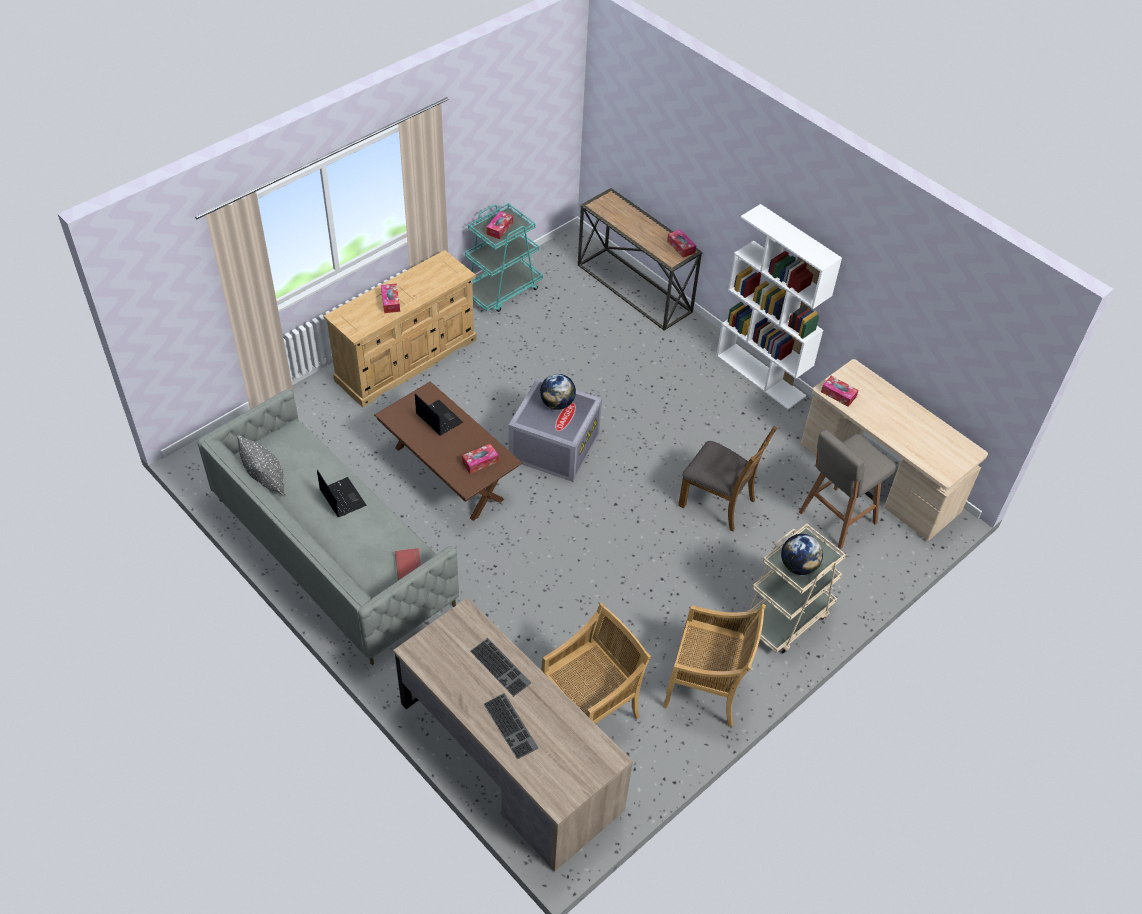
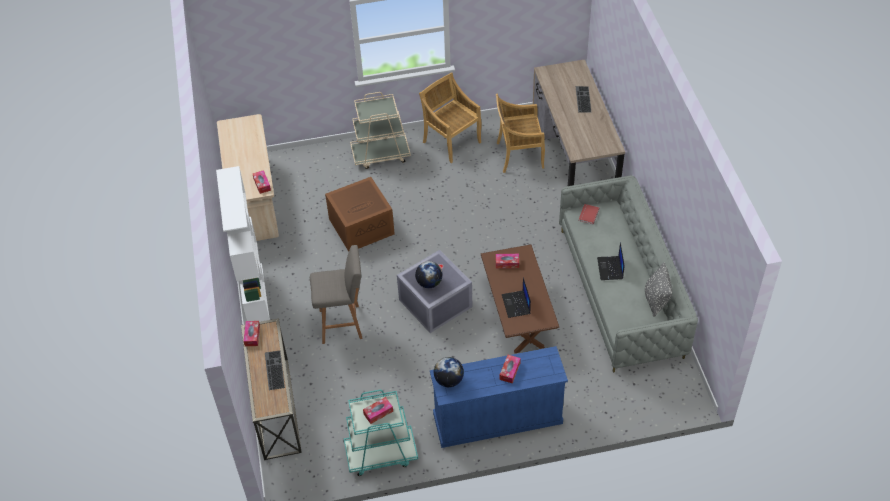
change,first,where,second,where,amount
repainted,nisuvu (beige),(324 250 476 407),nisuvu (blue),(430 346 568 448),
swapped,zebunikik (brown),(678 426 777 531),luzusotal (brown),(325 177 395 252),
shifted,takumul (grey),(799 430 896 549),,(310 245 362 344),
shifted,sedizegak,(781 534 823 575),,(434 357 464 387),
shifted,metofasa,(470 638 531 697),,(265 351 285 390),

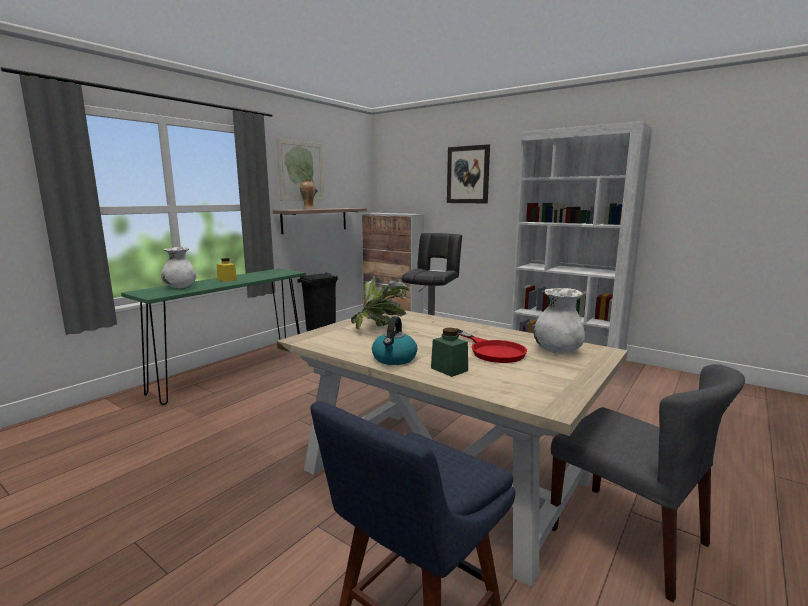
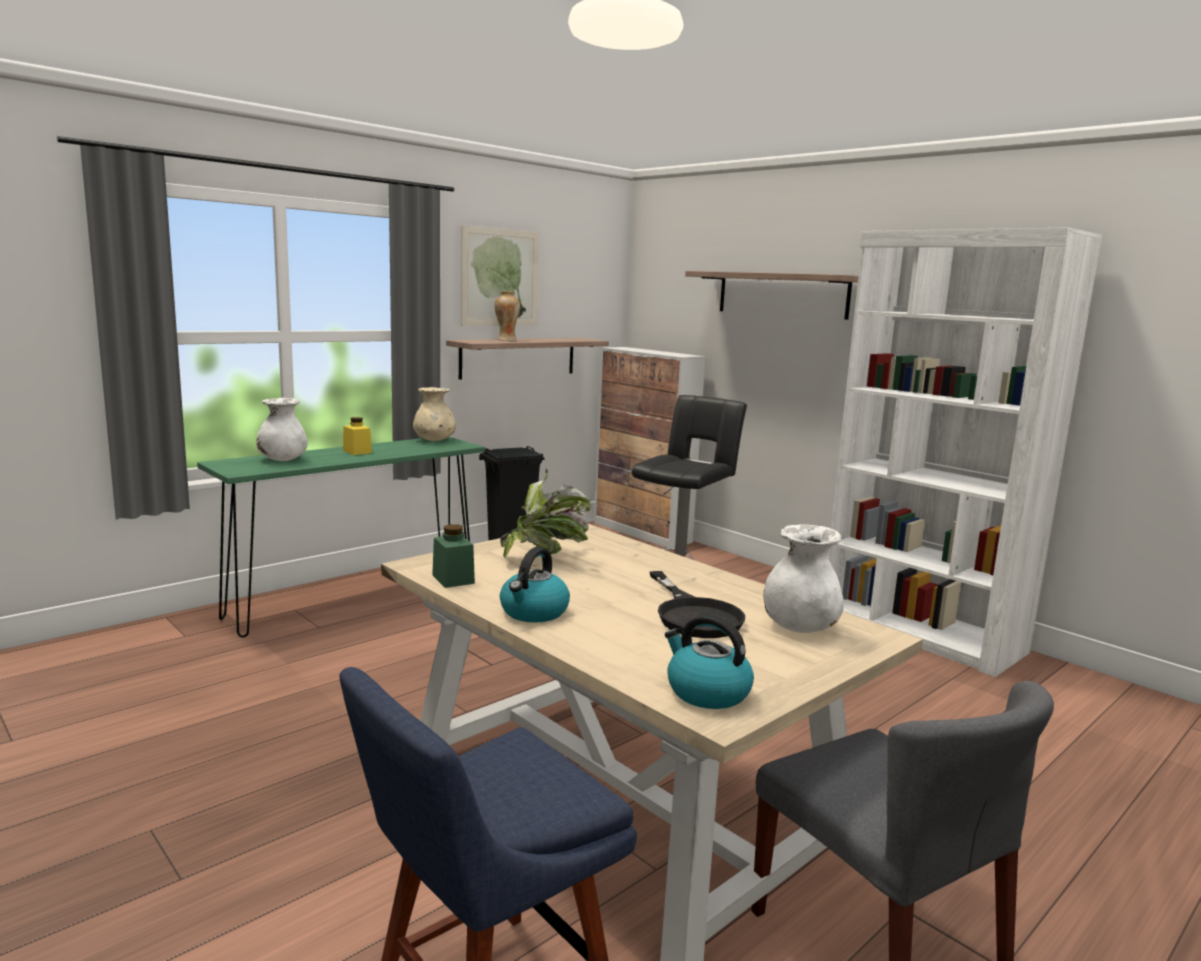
change,first,where,second,where,amount
swapped,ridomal,(447 144 490 203),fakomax,(685 271 859 320),
shifted,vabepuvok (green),(431 328 468 377),,(432 524 475 588),
repainted,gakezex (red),(456 328 527 363),gakezex (black),(650 571 745 638),
new,,,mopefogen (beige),(413 387 456 441),
new,,,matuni,(665 614 754 709),

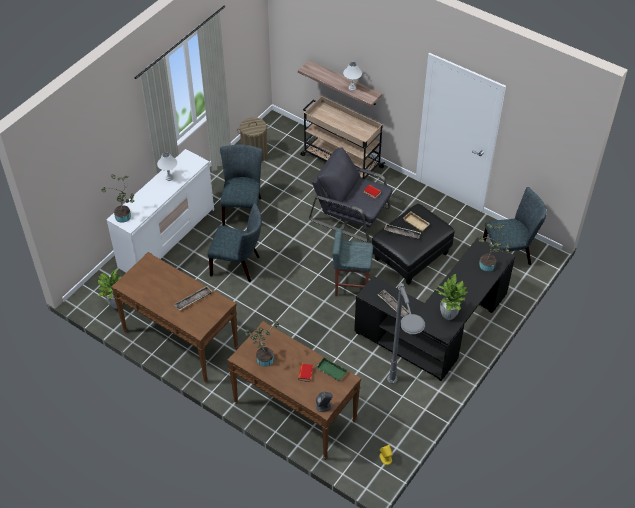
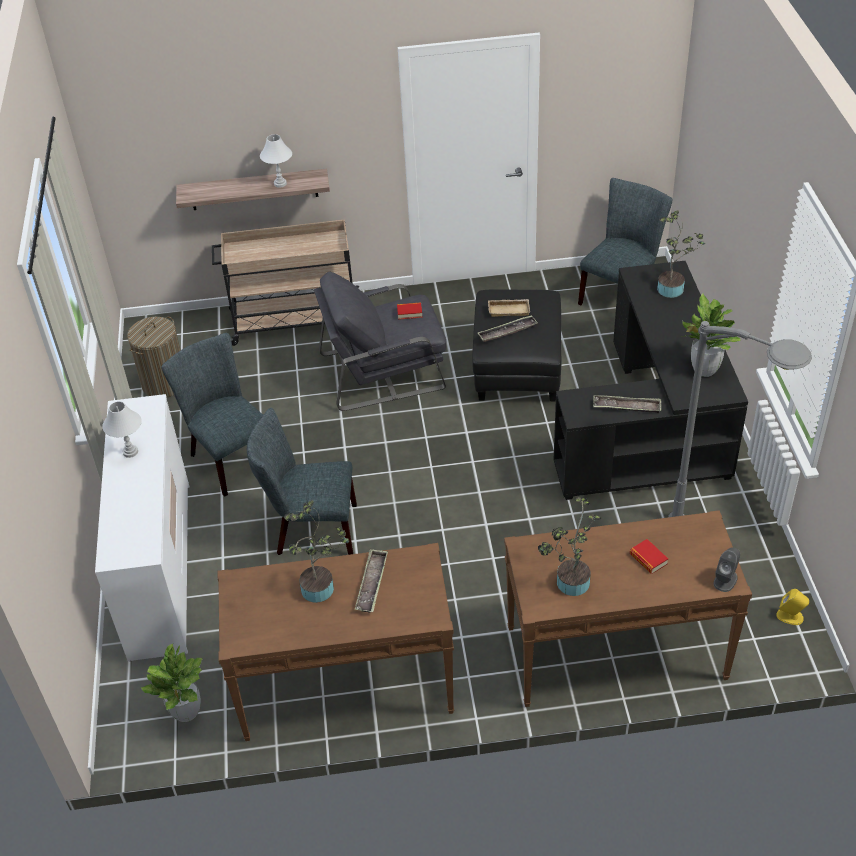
change,first,where,second,where,amount
shifted,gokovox,(101 174 134 223),,(284 500 349 603),
rotated,zebunikik (grey),(207 203 262 282),,(247 408 357 555),150 degrees counterclockwise
gone,takumul (grey),(332 228 373 296),,,
gone,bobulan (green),(316 357 348 381),,,

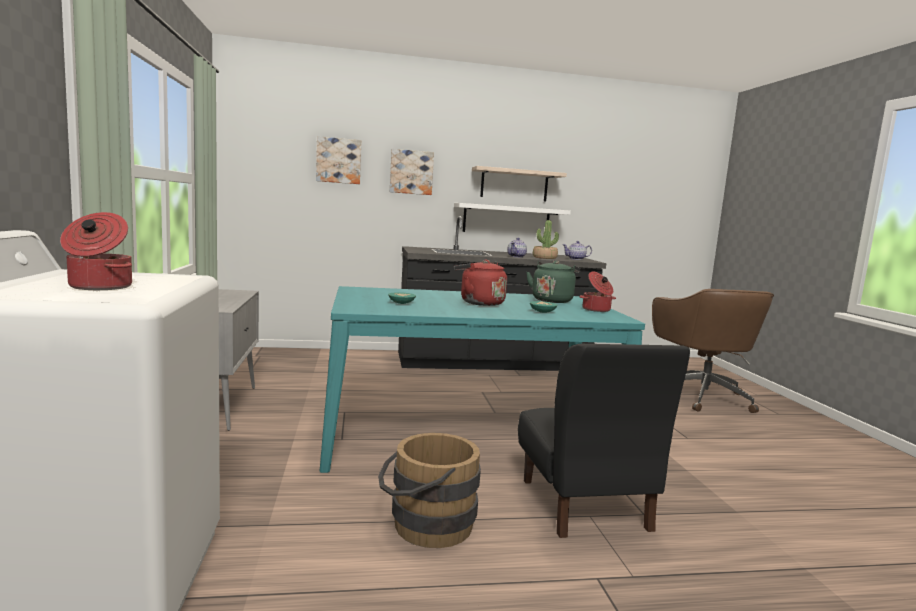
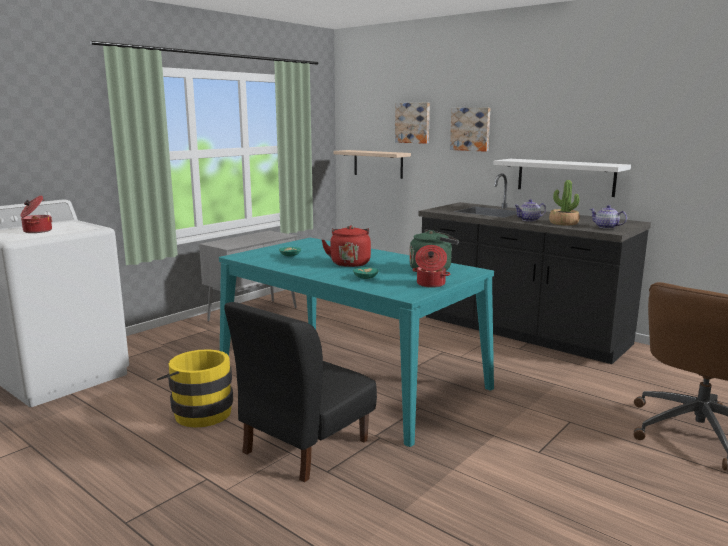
change,first,where,second,where,amount
shifted,fakomax,(472 166 567 201),,(333 150 411 179),
repainted,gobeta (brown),(378 433 481 548),gobeta (yellow),(157 349 233 428),

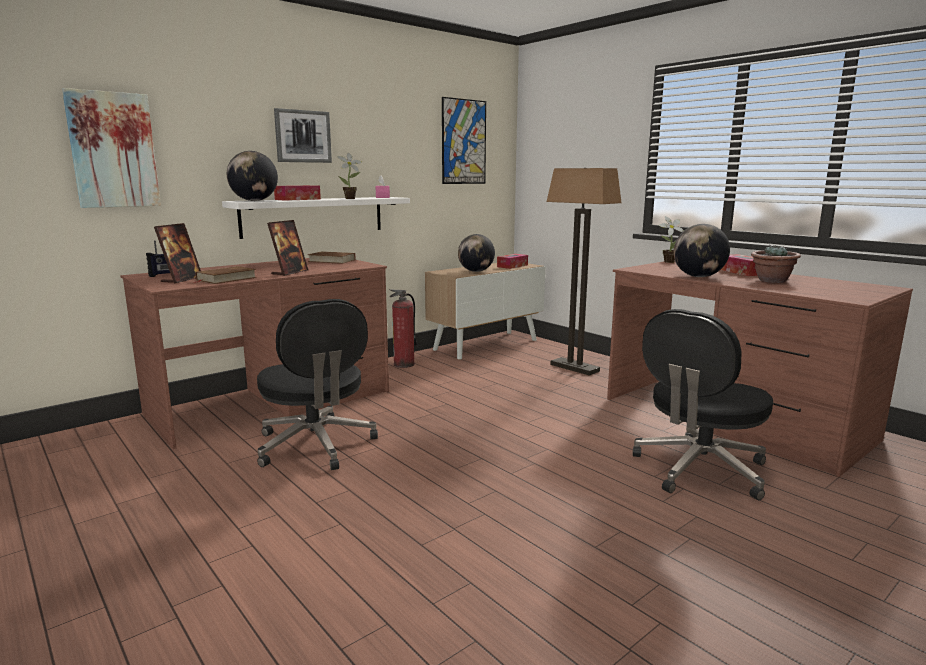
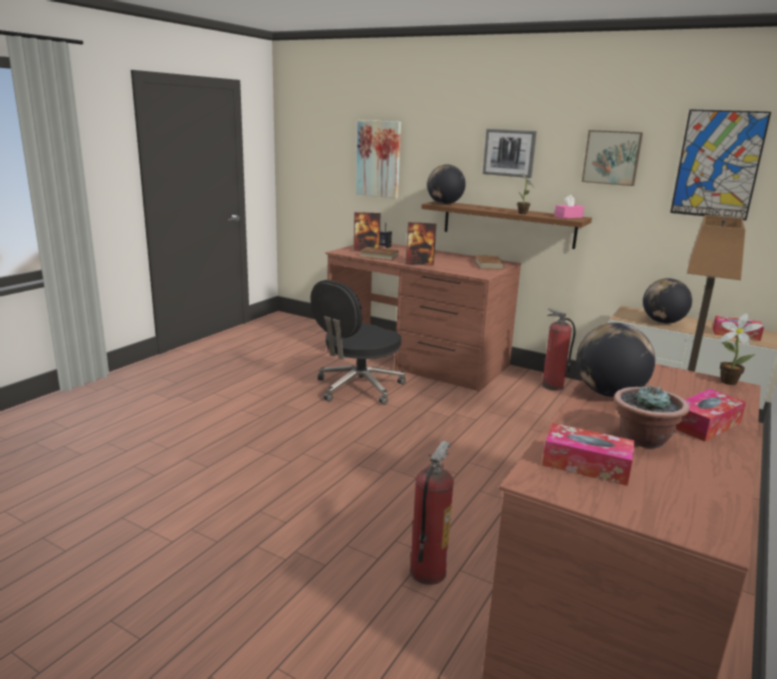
change,first,where,second,where,amount
shifted,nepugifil,(274 185 321 201),,(542 423 635 486),
repainted,fakomax (white),(222 197 410 239),fakomax (brown),(421 201 592 249),
swapped,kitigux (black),(632 309 773 500),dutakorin,(410 441 454 585),
new,,,ridomal,(582 130 643 186),

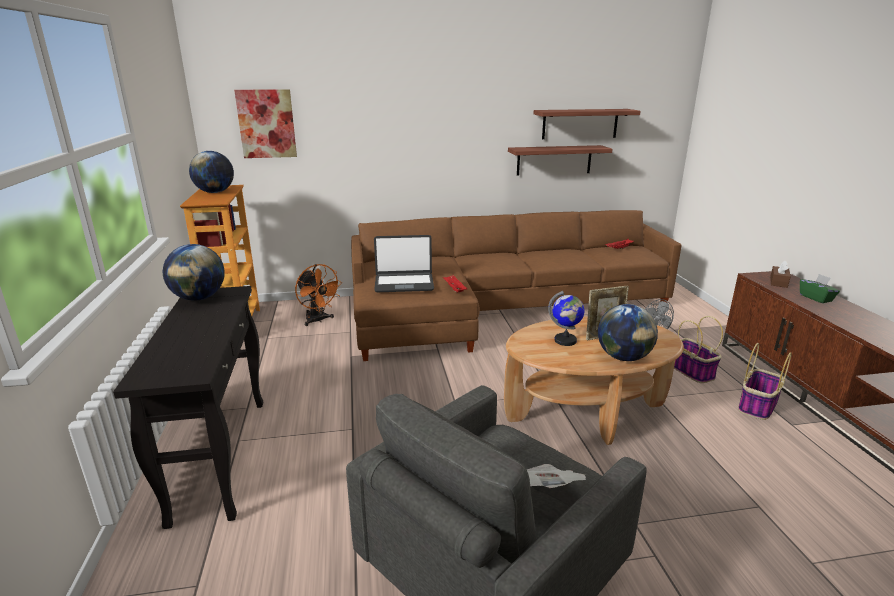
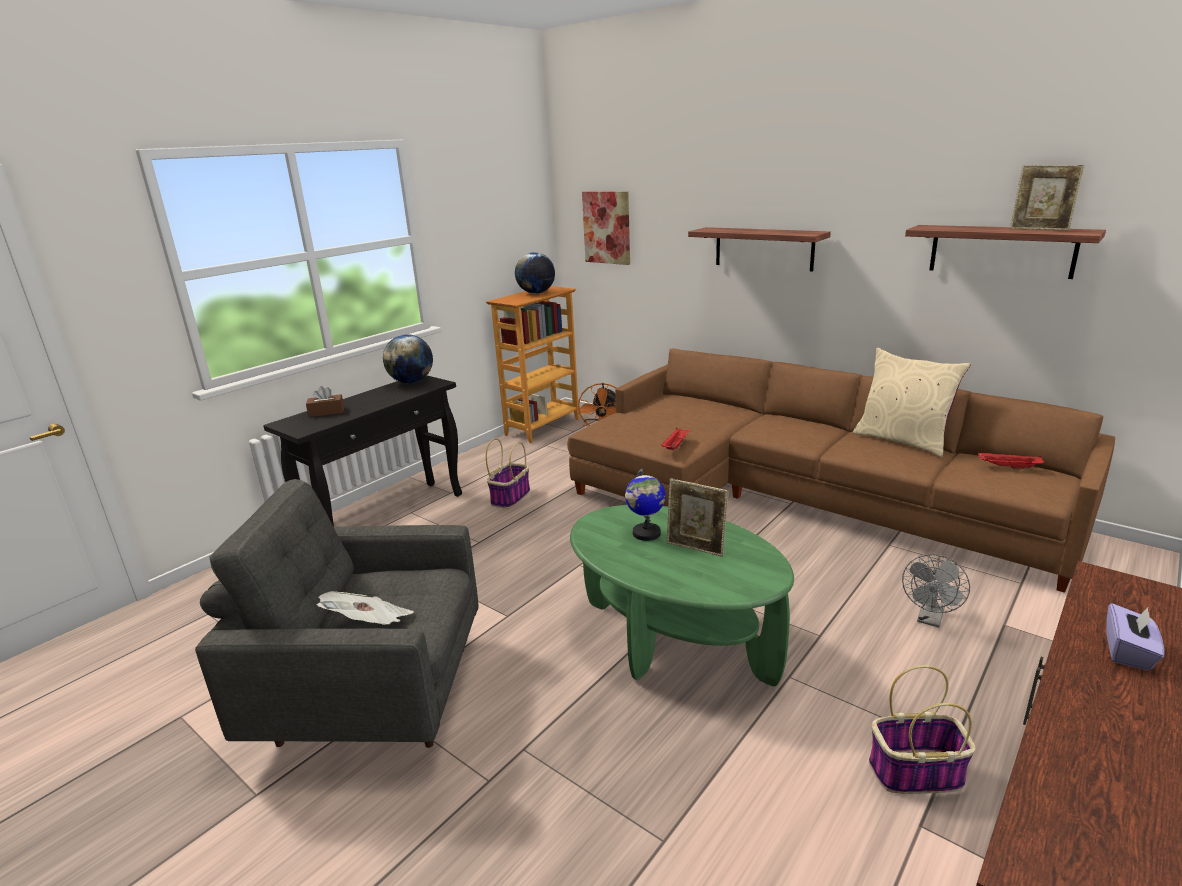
change,first,where,second,where,amount
shifted,fakomax,(508 145 613 176),,(688 227 831 272),
gone,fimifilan,(374 235 434 292),,,
shifted,nepugifil (brown),(770 260 791 288),,(306 386 344 417),
repainted,nepugifil (green),(800 274 840 303),nepugifil (purple),(1106 603 1164 670),
gone,sedizegak,(598 304 658 361),,,
repainted,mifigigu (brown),(504 316 684 445),mifigigu (green),(570 505 794 686),
shifted,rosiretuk,(674 316 723 383),,(486 438 530 509),
new,,,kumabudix,(1010 165 1084 231),
new,,,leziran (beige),(853 348 970 457),

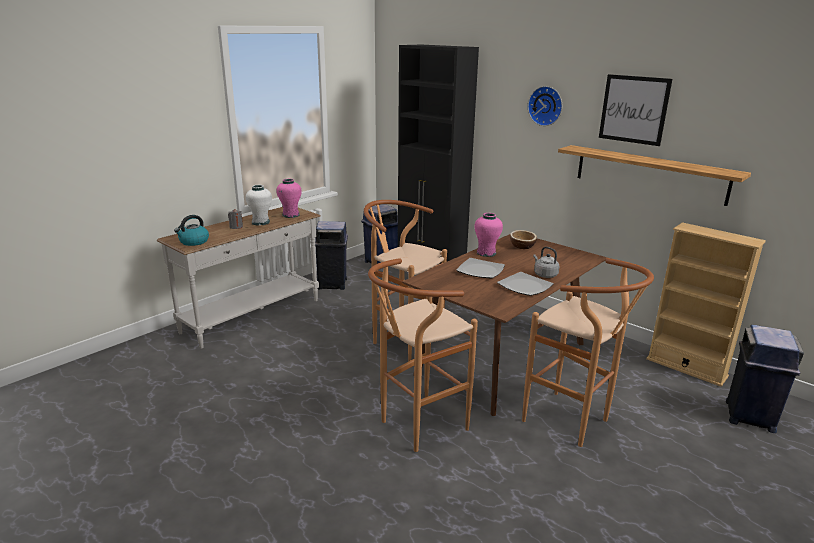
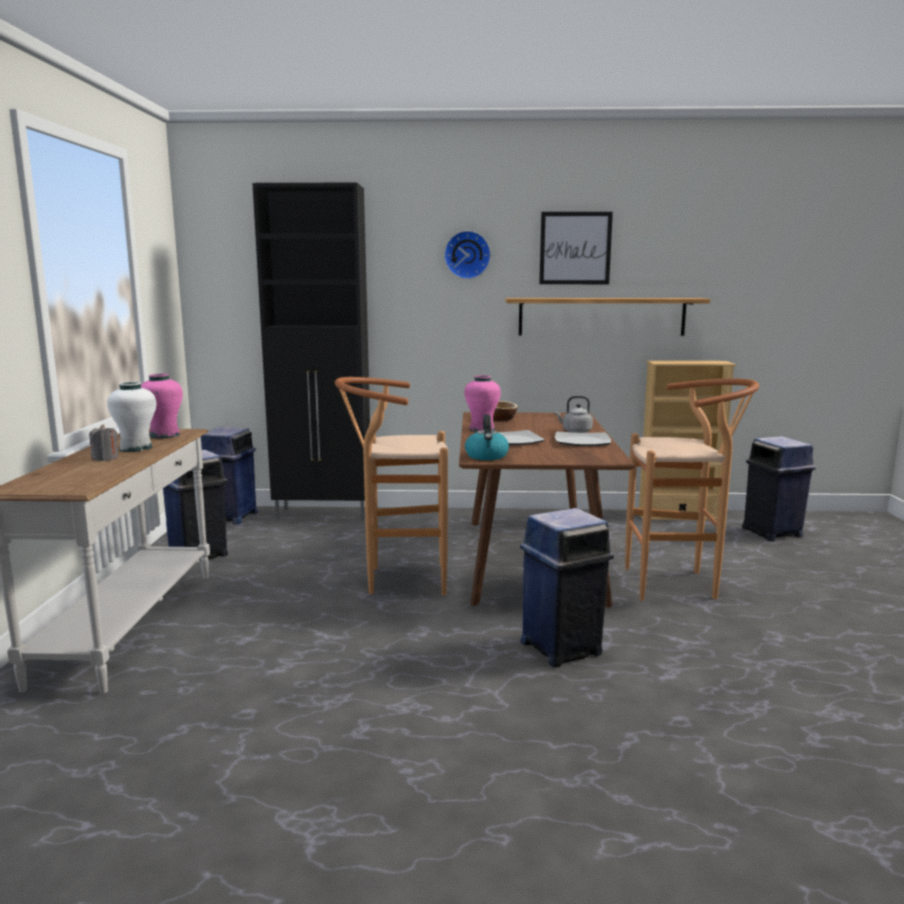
change,first,where,second,where,amount
shifted,matuni,(174 215 209 246),,(465 415 509 460),
swapped,takumul (brown),(368 258 478 452),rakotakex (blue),(520 508 614 667),

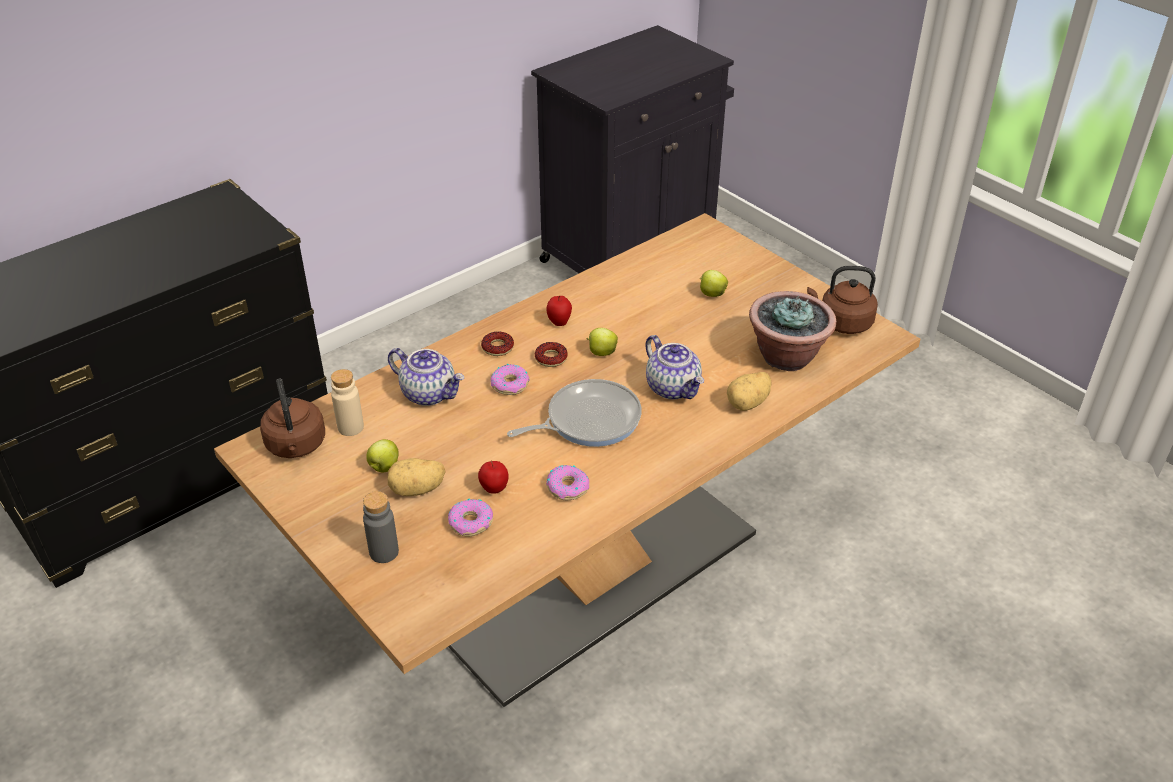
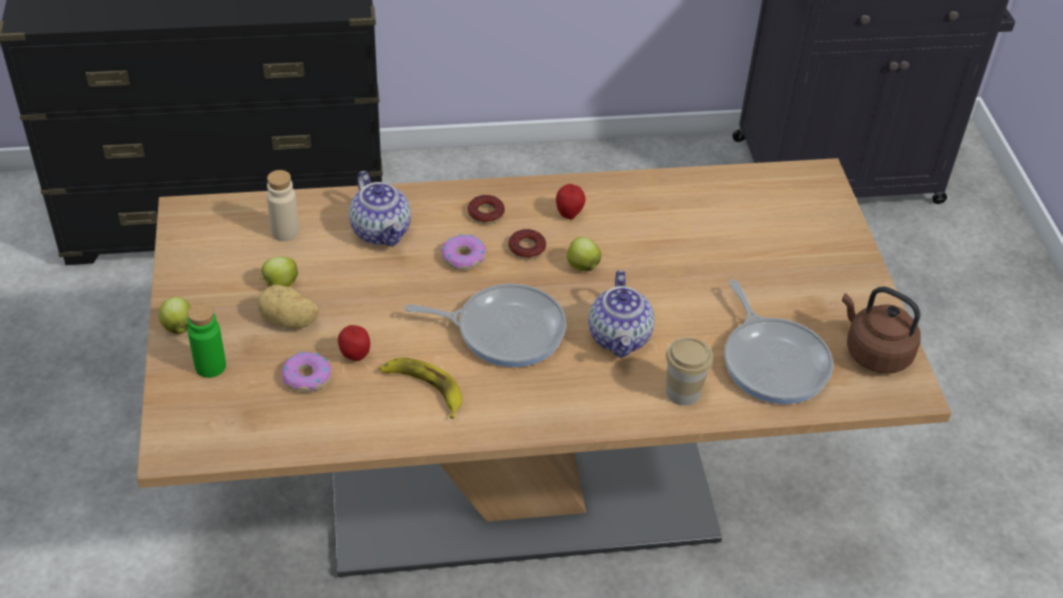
change,first,where,second,where,amount
shifted,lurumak,(700 270 728 297),,(158 297 191 334),
swapped,gokovox,(749 291 836 371),gakezex,(724 280 833 404),
swapped,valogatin,(727 372 772 411),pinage,(666 337 713 406),
gone,matuni (brown),(260 378 325 458),,,
swapped,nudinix,(546 465 590 500),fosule,(379 358 462 419),
repainted,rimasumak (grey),(363 491 399 563),rimasumak (green),(187 303 226 378),

